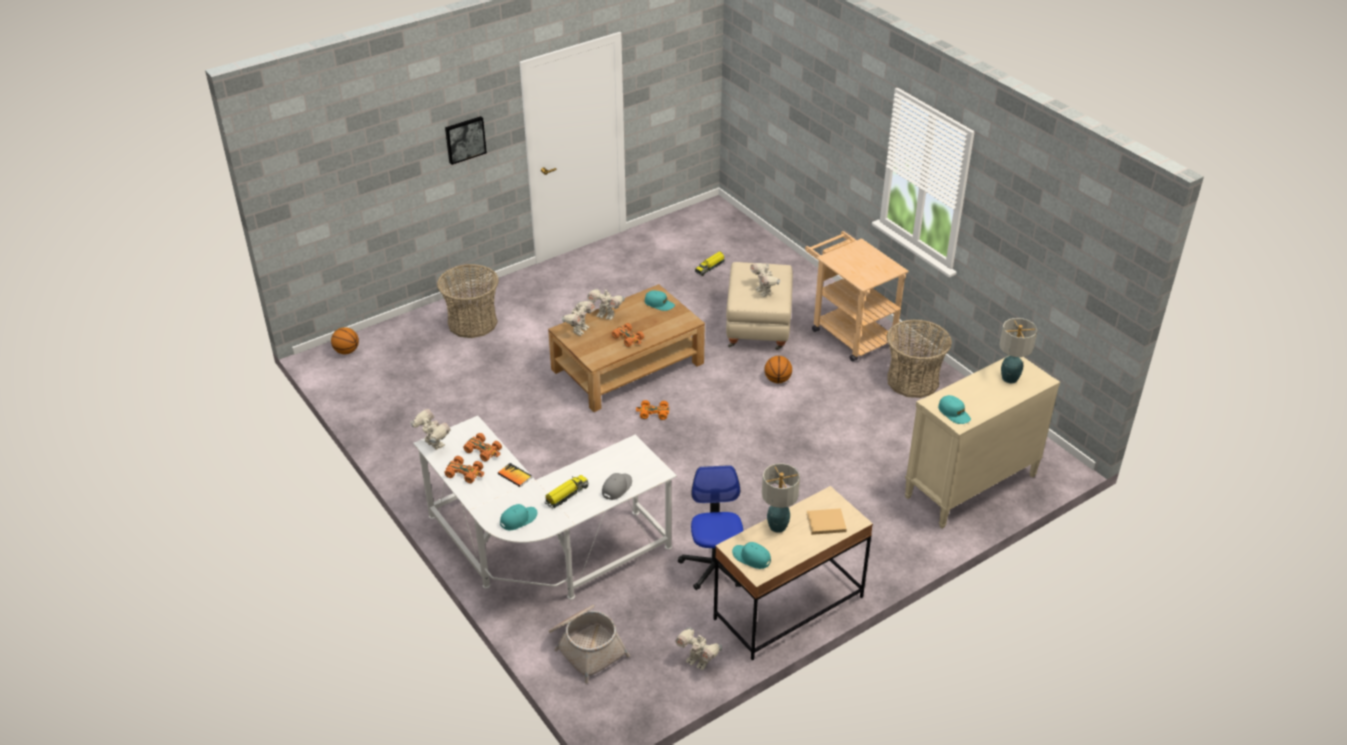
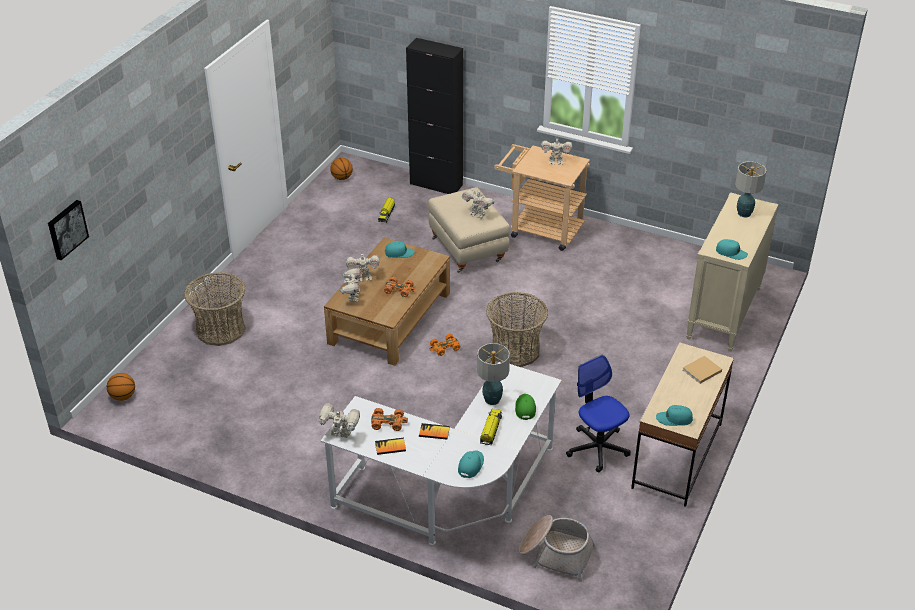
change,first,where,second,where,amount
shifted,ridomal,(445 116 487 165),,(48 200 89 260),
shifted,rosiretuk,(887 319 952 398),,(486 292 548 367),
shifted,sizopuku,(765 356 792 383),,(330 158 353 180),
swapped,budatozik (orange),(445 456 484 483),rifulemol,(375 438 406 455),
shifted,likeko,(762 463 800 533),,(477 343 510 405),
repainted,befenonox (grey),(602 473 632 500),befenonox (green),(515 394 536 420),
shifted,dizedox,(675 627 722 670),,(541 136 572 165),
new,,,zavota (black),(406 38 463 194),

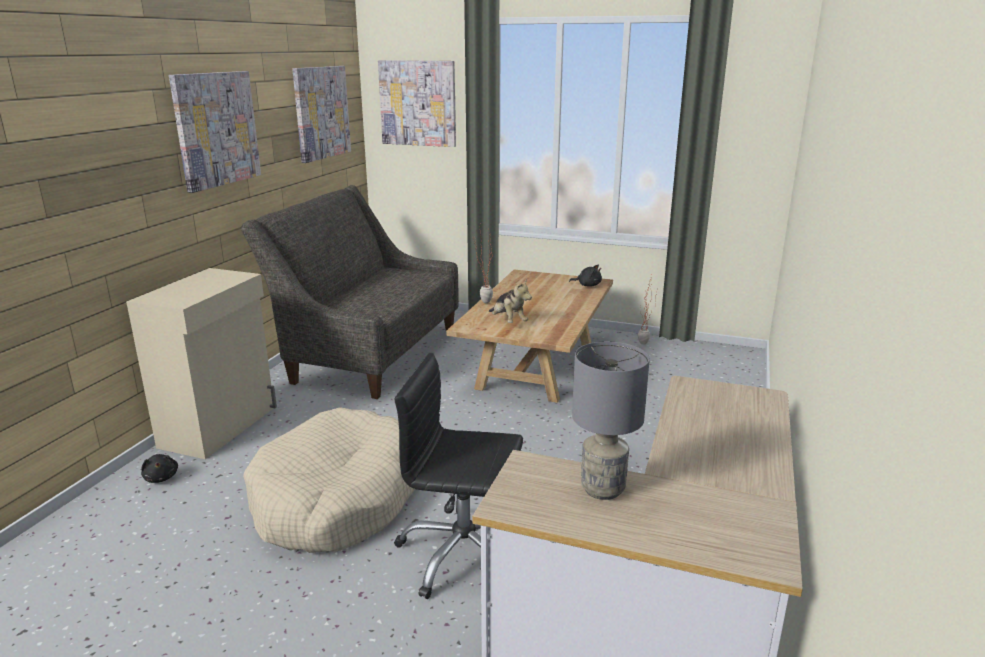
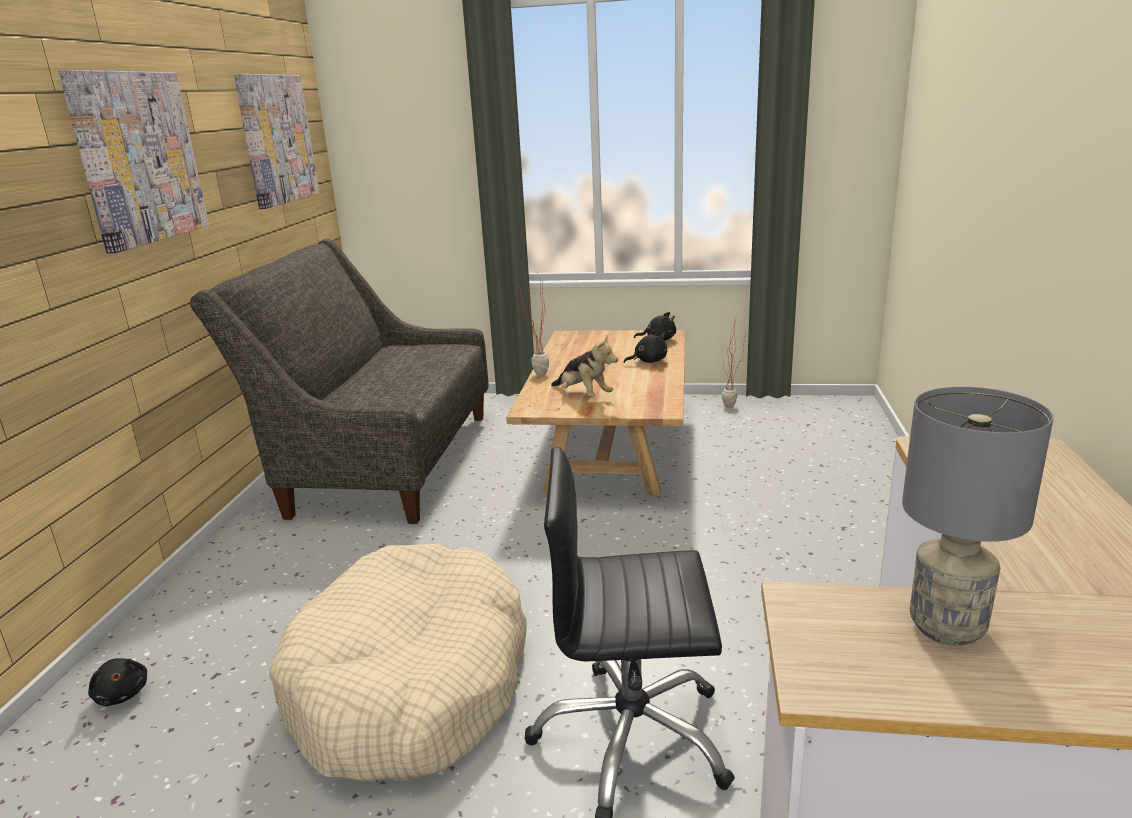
change,first,where,second,where,amount
gone,ridomal,(378 60 456 147),,,
gone,zavota (beige),(126 268 277 459),,,
new,,,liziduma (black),(624 330 667 363),

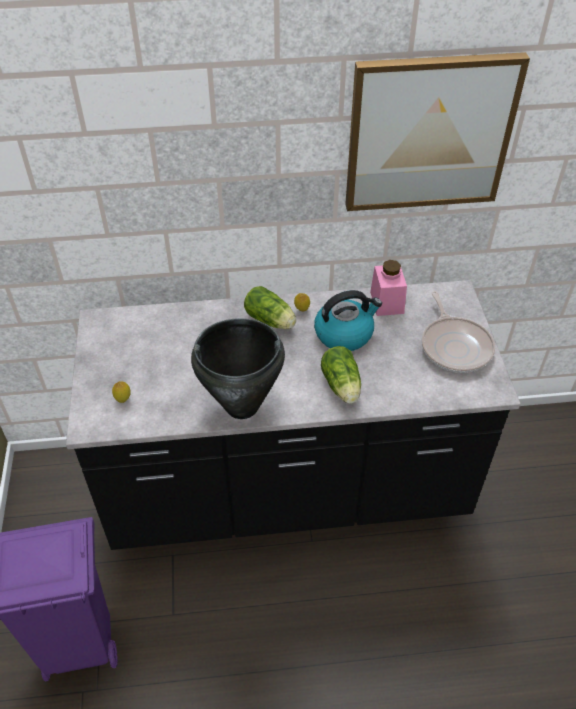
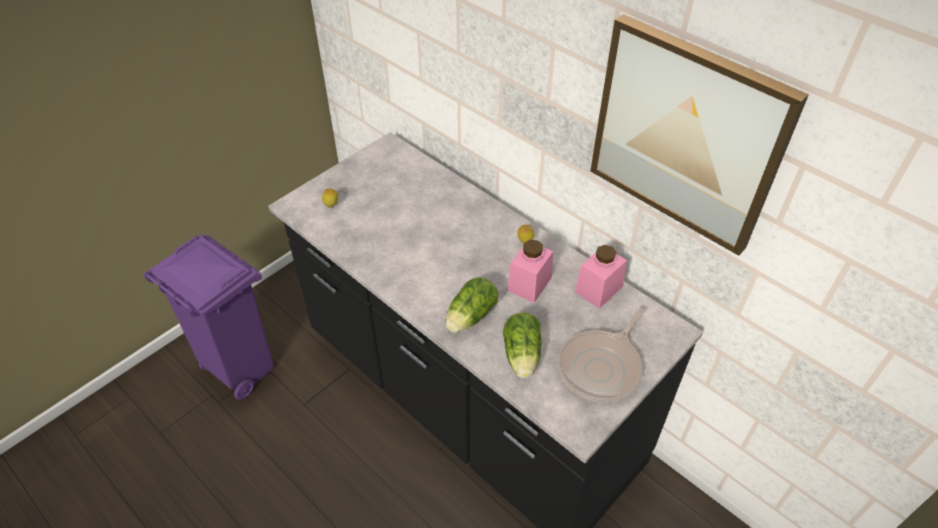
change,first,where,second,where,amount
shifted,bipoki,(244 286 296 329),,(503 313 542 378),
swapped,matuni,(314 290 382 351),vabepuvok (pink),(507 240 553 303),
gone,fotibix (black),(191 318 285 419),,,

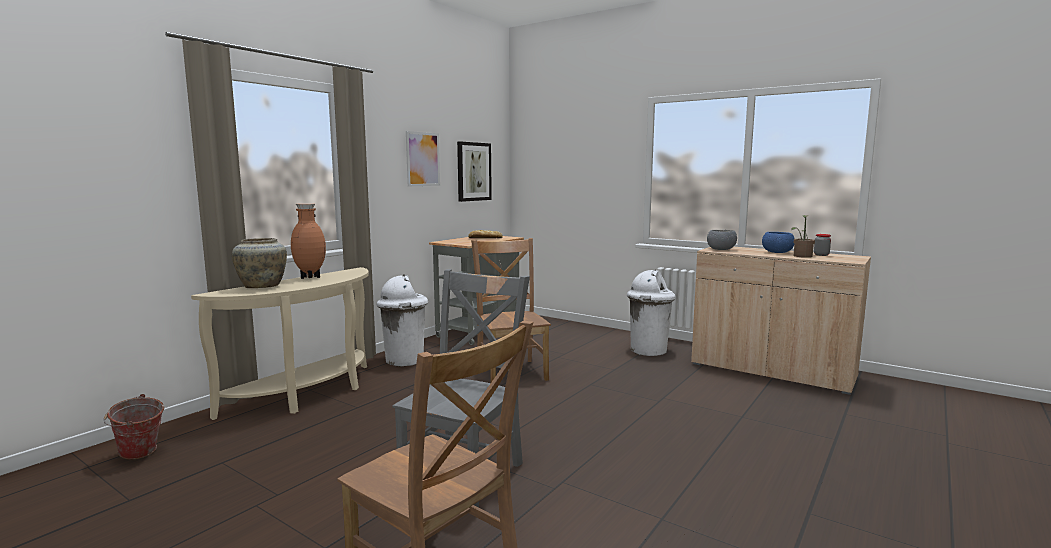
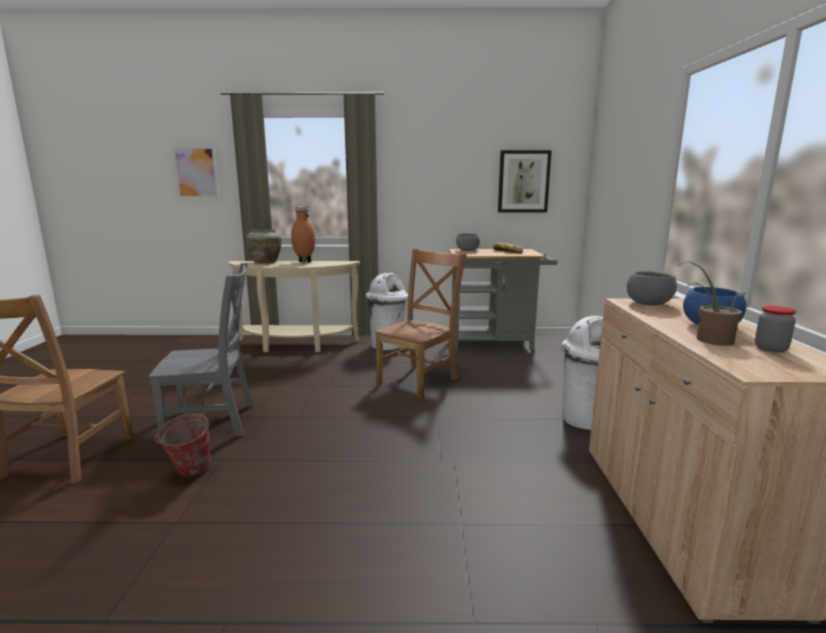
change,first,where,second,where,amount
shifted,ridomal,(406 131 440 186),,(172 147 219 198),
shifted,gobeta,(104 394 164 460),,(155 413 211 477),
new,,,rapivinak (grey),(456 233 480 251),

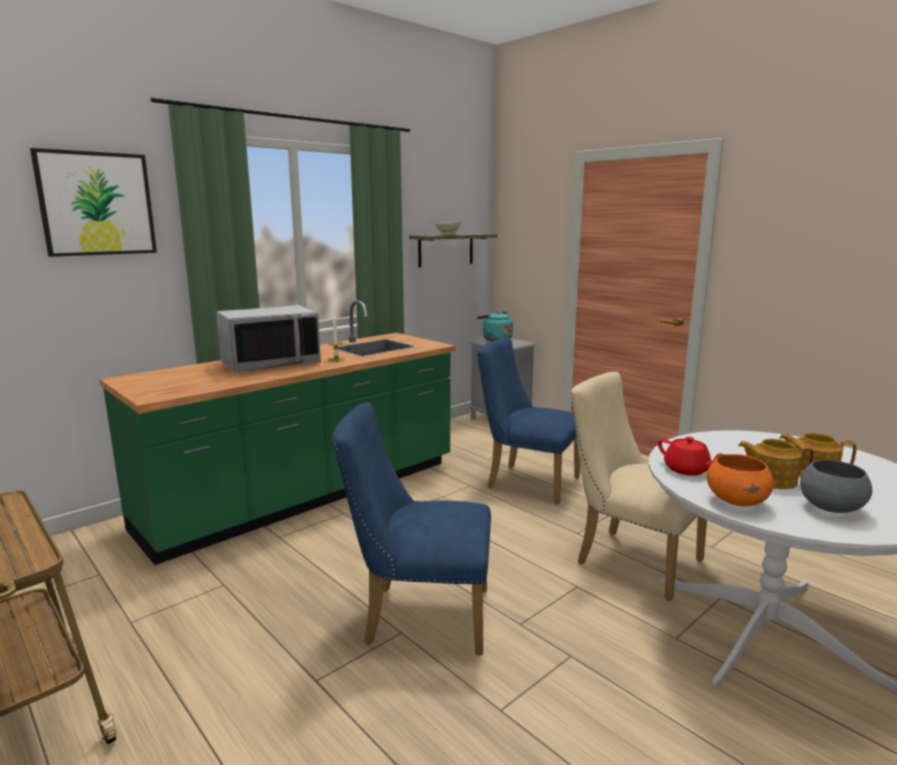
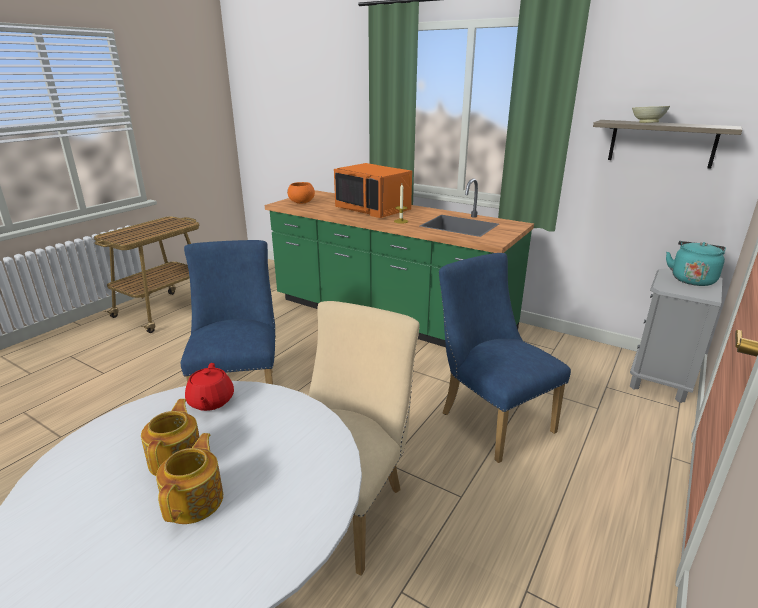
change,first,where,second,where,amount
gone,ridomal,(30 148 157 257),,,
repainted,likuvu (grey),(216 305 321 373),likuvu (orange),(334 163 412 218),
rotated,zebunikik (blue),(477 338 580 504),,(439 253 571 463),45 degrees counterclockwise
rotated,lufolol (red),(658 437 725 476),,(185 363 234 411),45 degrees counterclockwise
shifted,rapivinak (orange),(707 454 774 506),,(287 182 315 204),
gone,rapivinak (grey),(800 460 872 513),,,

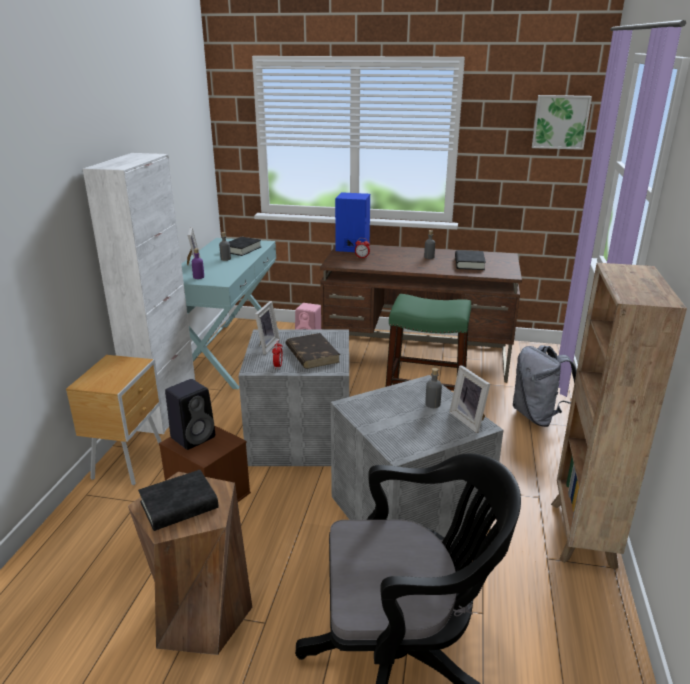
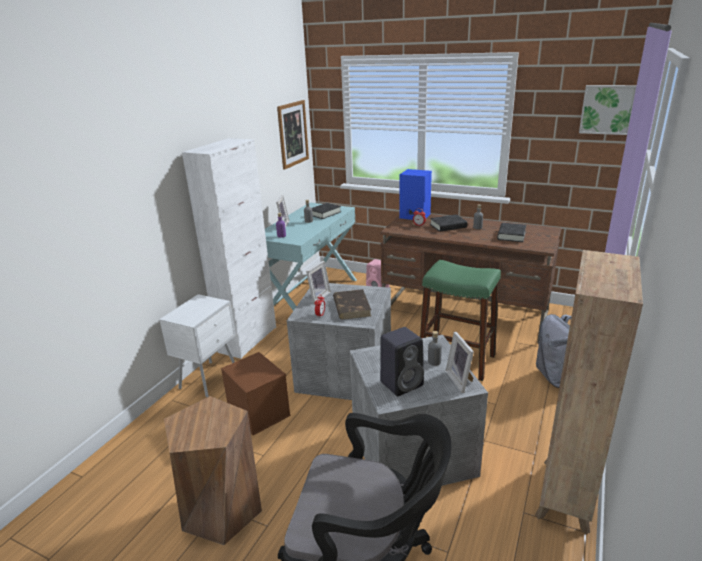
change,first,where,second,where,amount
repainted,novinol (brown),(66 355 162 485),novinol (white),(159 294 236 397),
shifted,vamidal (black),(165 379 215 450),,(380 327 424 396),
shifted,rifulemol (black),(138 470 219 531),,(430 214 467 232),
new,,,ridomal,(277 100 309 170),

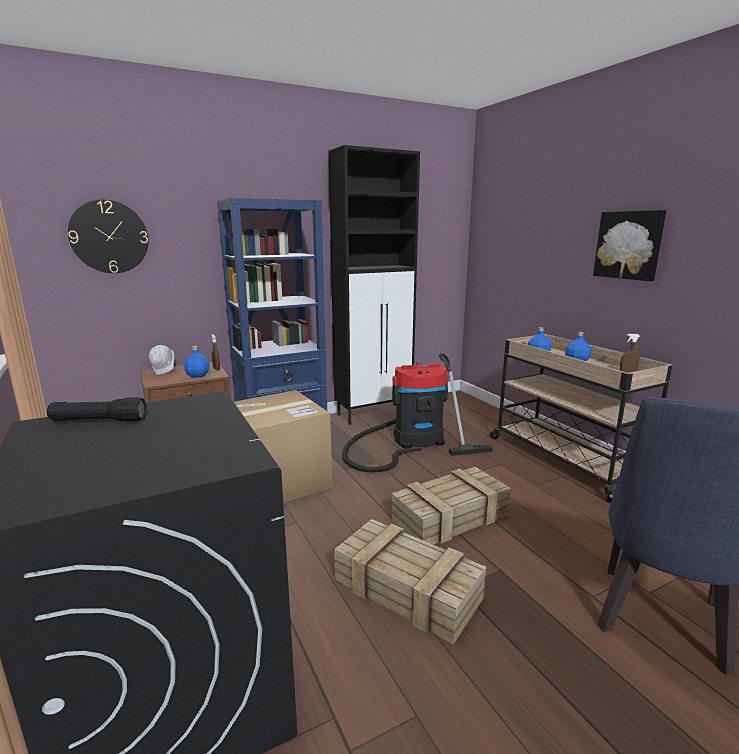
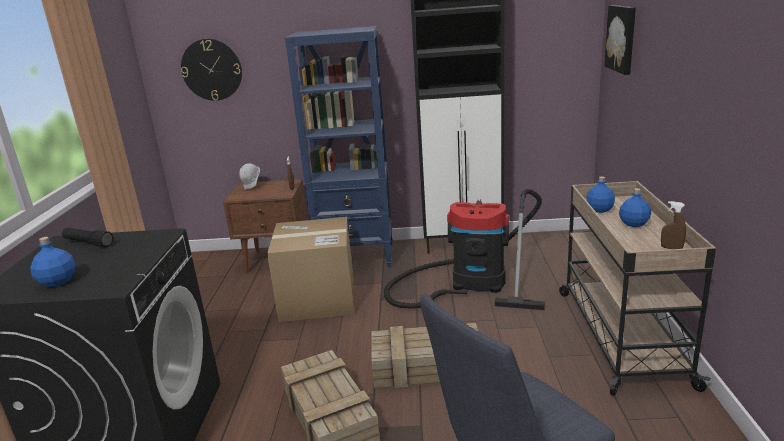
change,first,where,second,where,amount
shifted,ridomal,(593 210 666 281),,(604 5 636 75),
shifted,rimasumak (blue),(184 346 209 378),,(30 237 75 287),

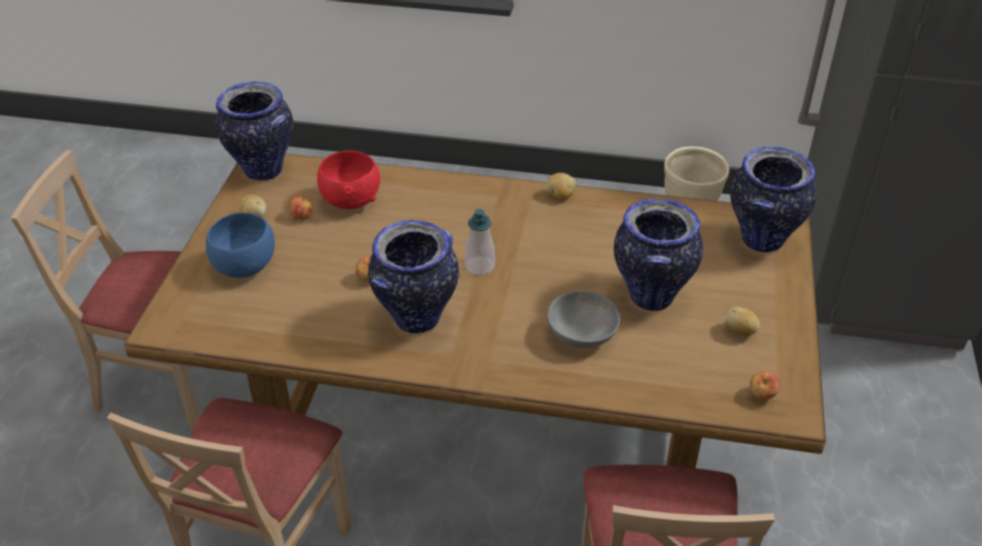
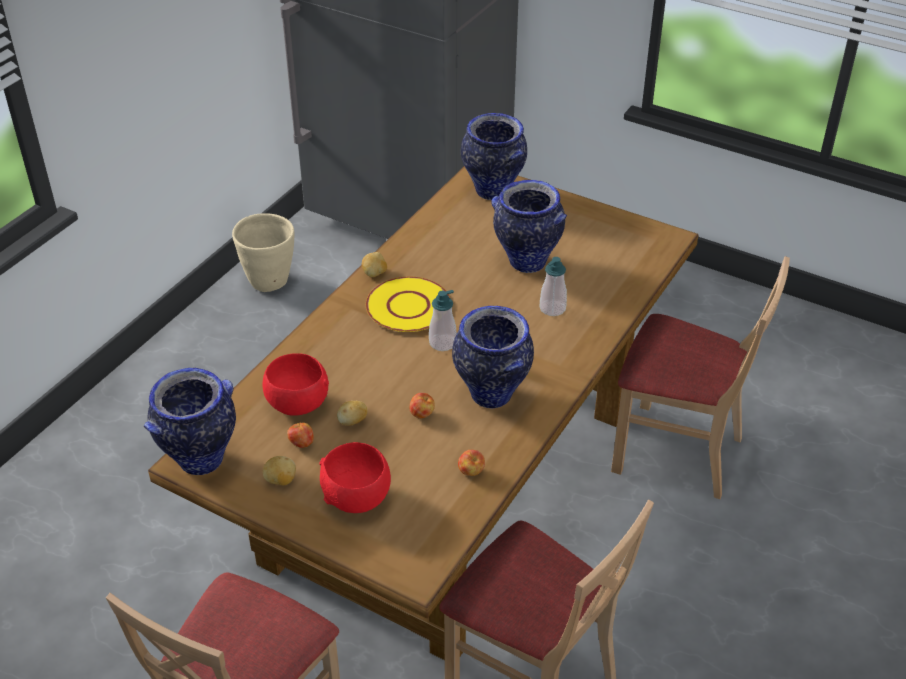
change,first,where,second,where,amount
repainted,rapivinak (blue),(206 212 275 278),rapivinak (red),(319 442 391 513),
swapped,rapivinak (grey),(547 291 620 348),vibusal,(539 257 567 316),
shifted,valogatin,(726 307 760 336),,(337 401 367 426),
shifted,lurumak,(750 371 780 399),,(458 450 485 476),
new,,,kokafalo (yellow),(366 276 450 332),

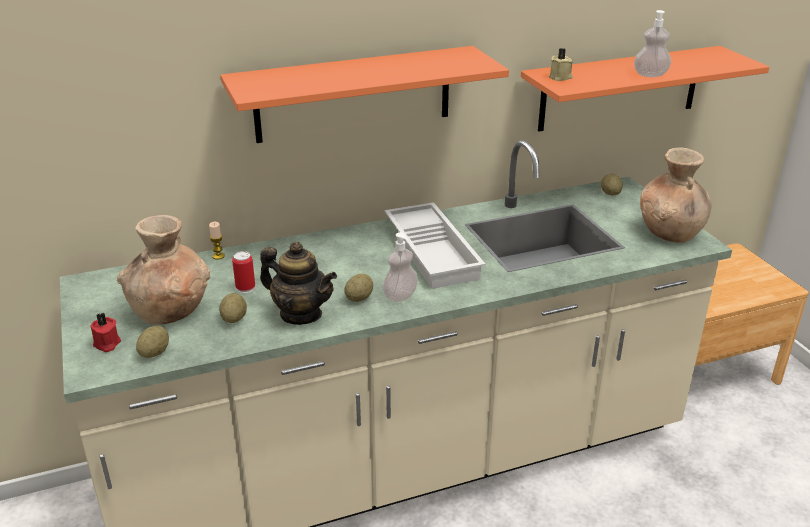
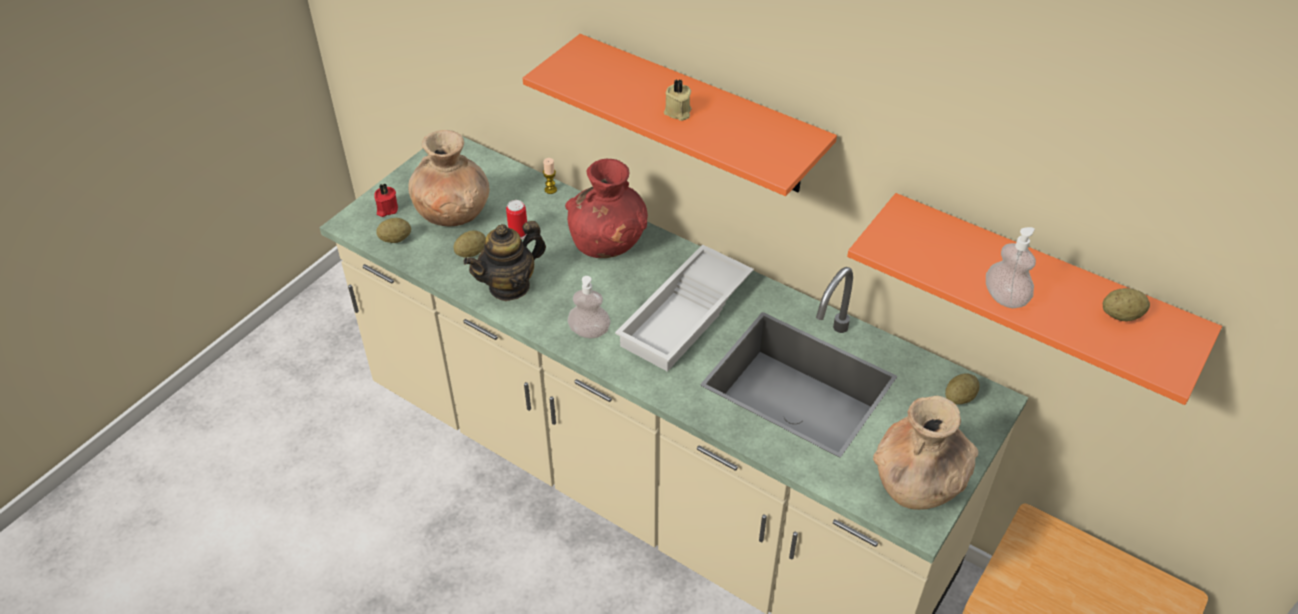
change,first,where,second,where,amount
shifted,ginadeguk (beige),(549 48 573 81),,(664 79 692 121),
rotated,lufolol,(260 242 337 325),,(463 221 546 301),60 degrees clockwise
shifted,valogatin,(345 274 373 302),,(1103 288 1150 321),
new,,,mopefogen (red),(565 159 648 258),

